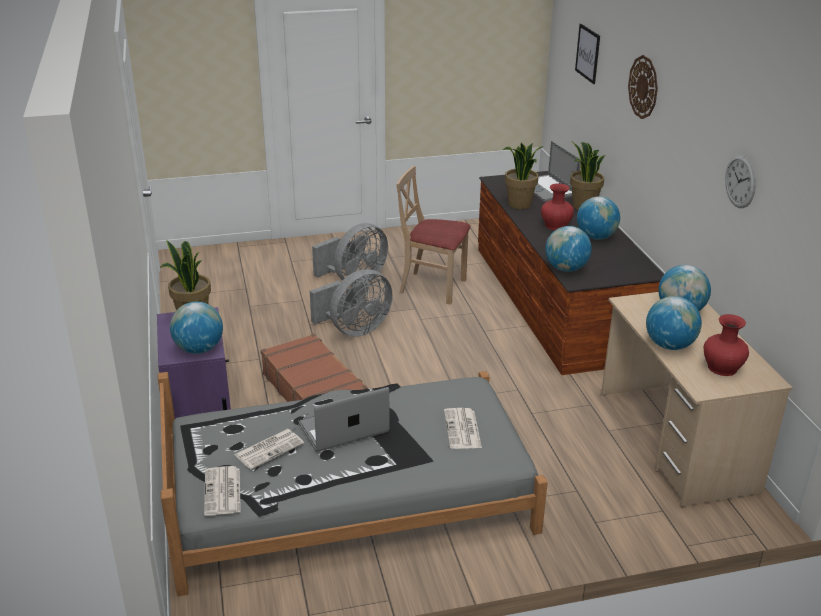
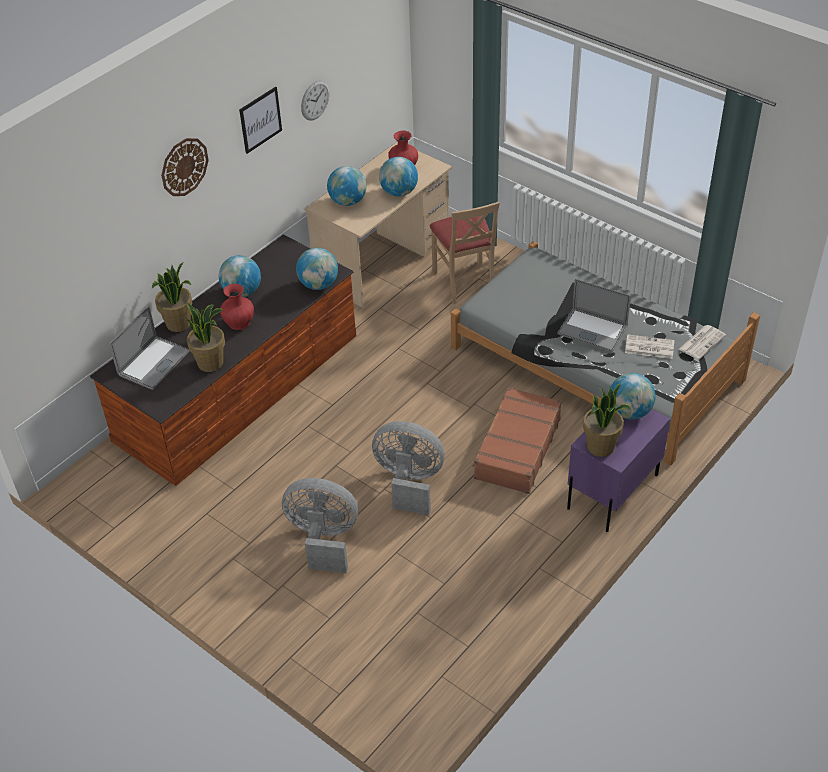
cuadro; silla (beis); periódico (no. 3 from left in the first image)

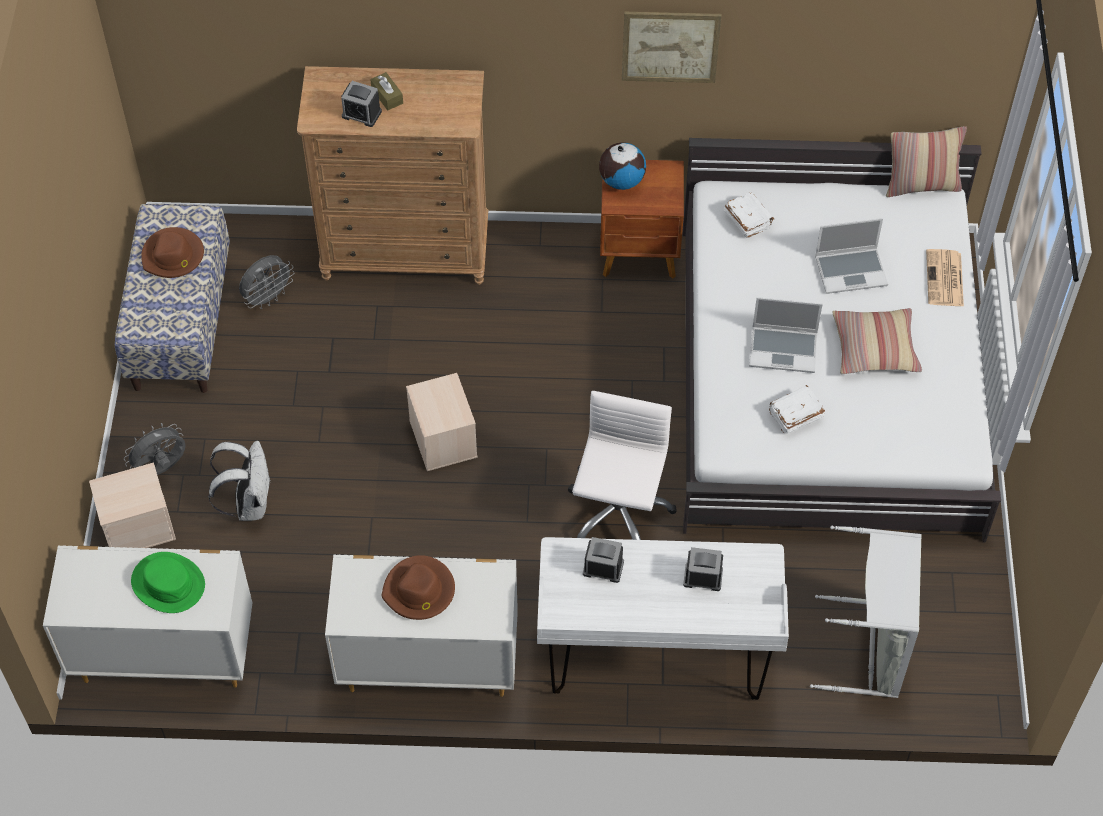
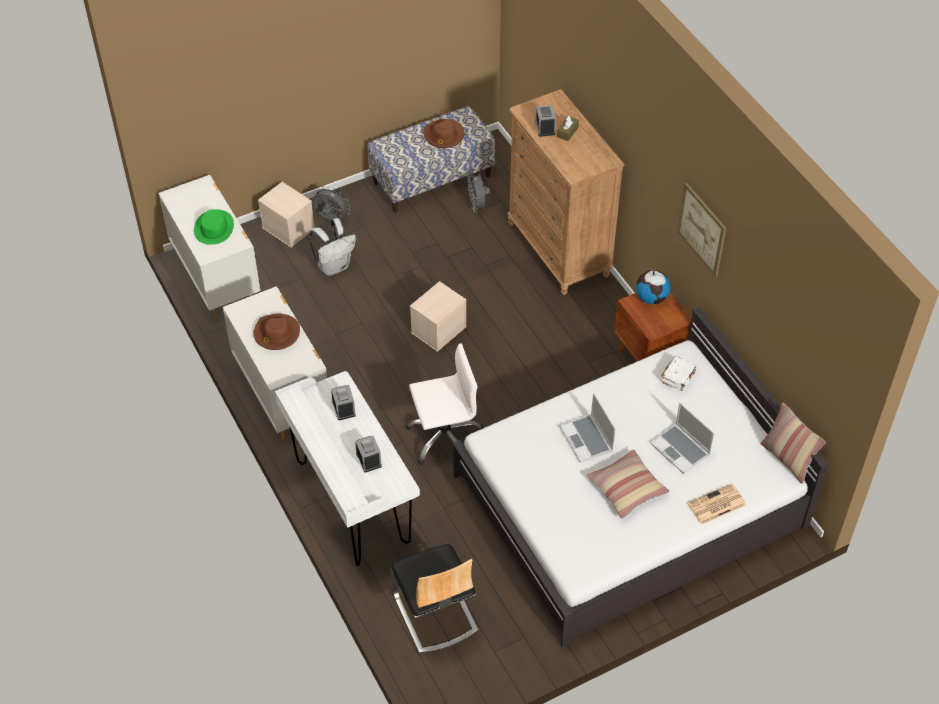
silla; ventilador (gris) (no. 2 from left); libro (blanco) (no. 2 from left in the first image)

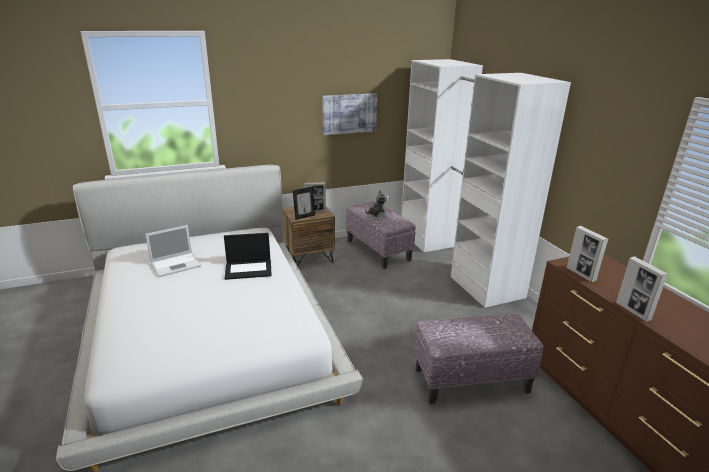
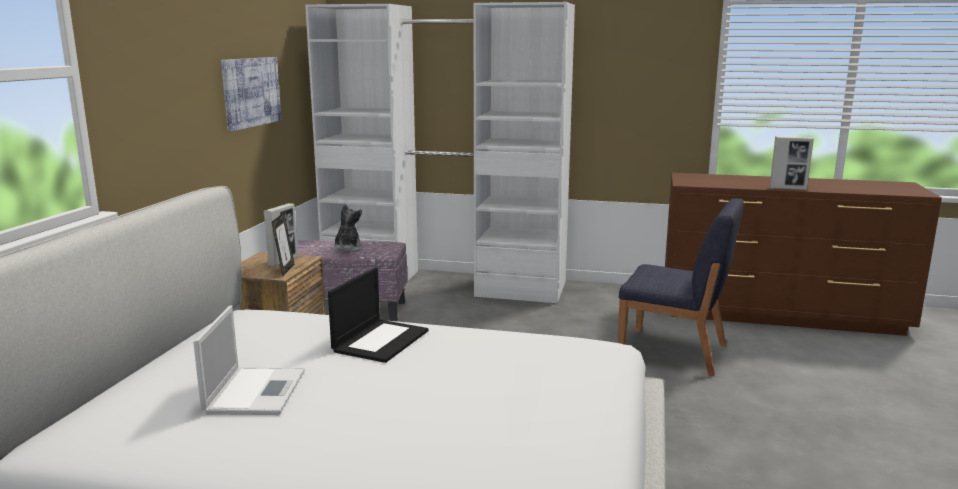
silla (azul); portarretratos (no. 3 from left in the first image)

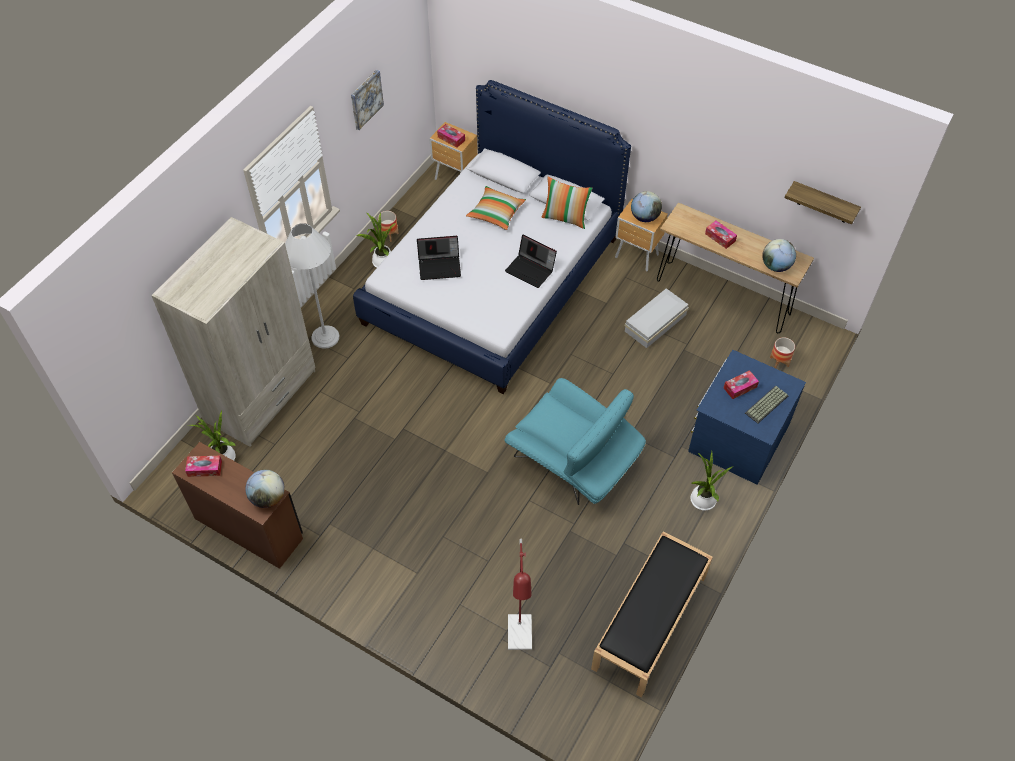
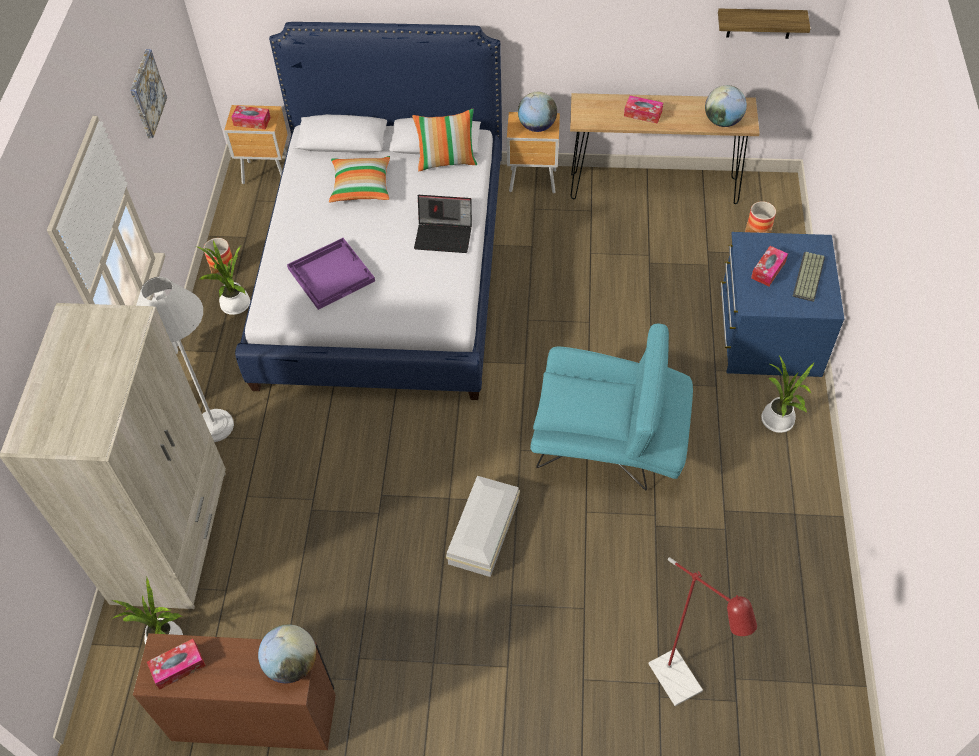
bandeja (morado); caja de almacenaje (blanco); banco (negro)

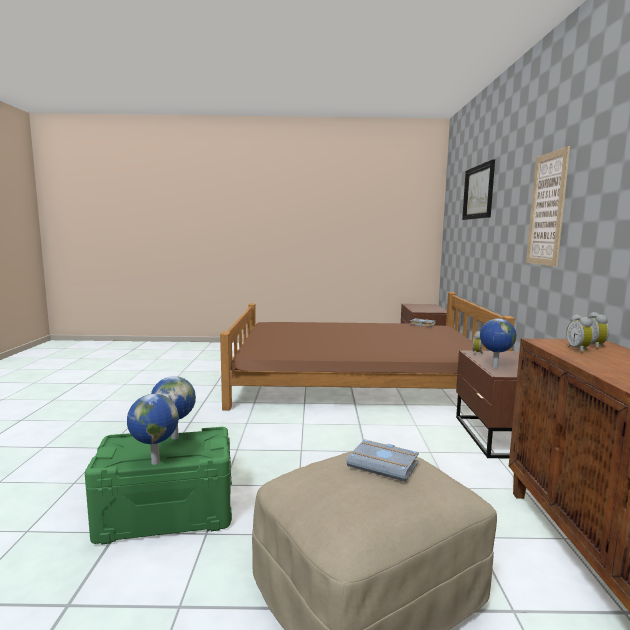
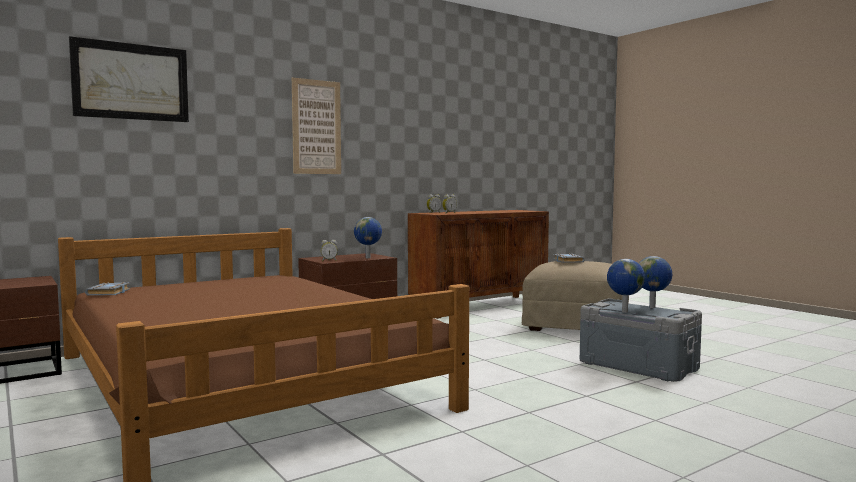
caja de almacenaje (gris)

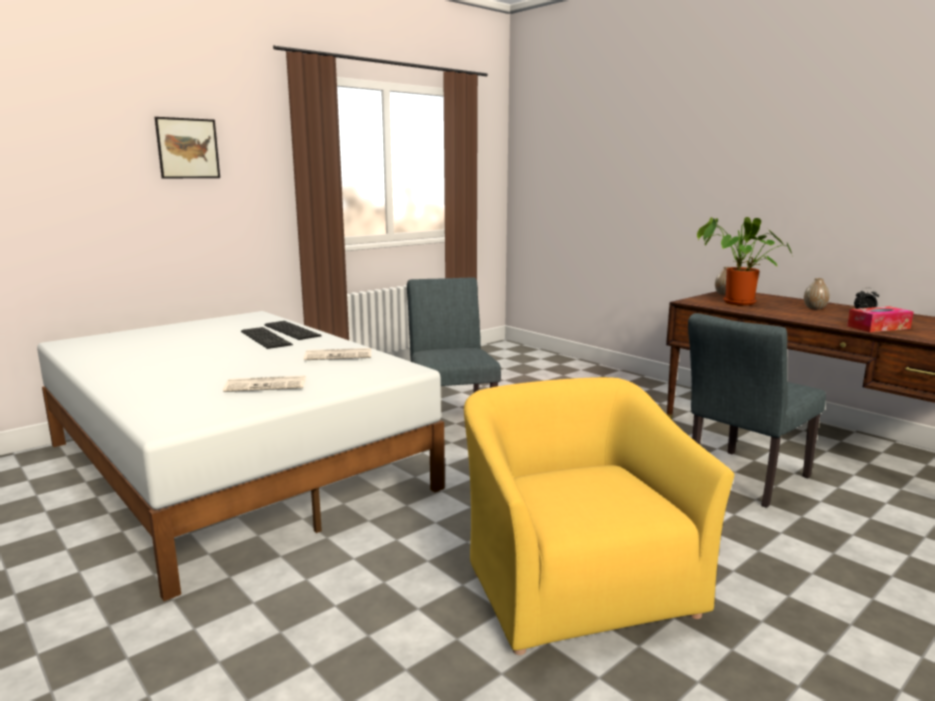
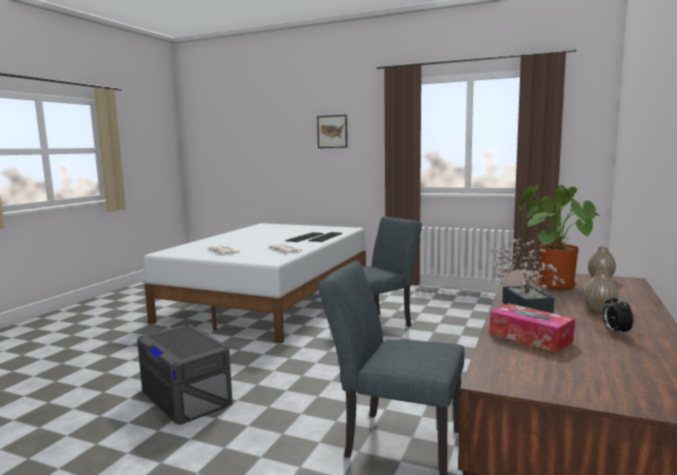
caja de almacenaje (gris); planta en maceta (no. 1 from left)

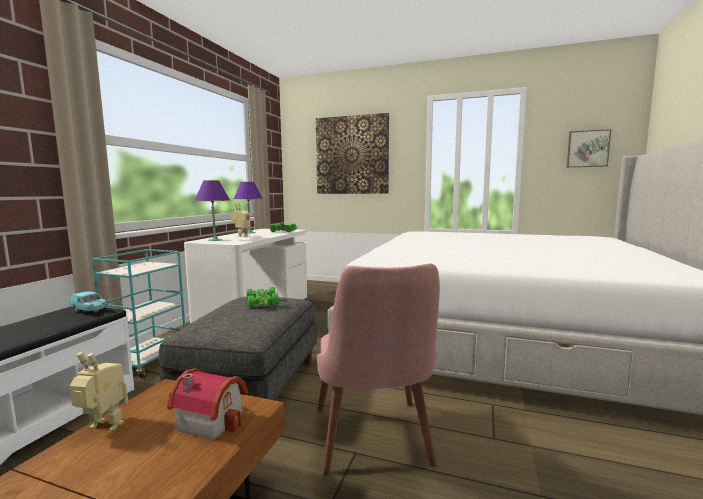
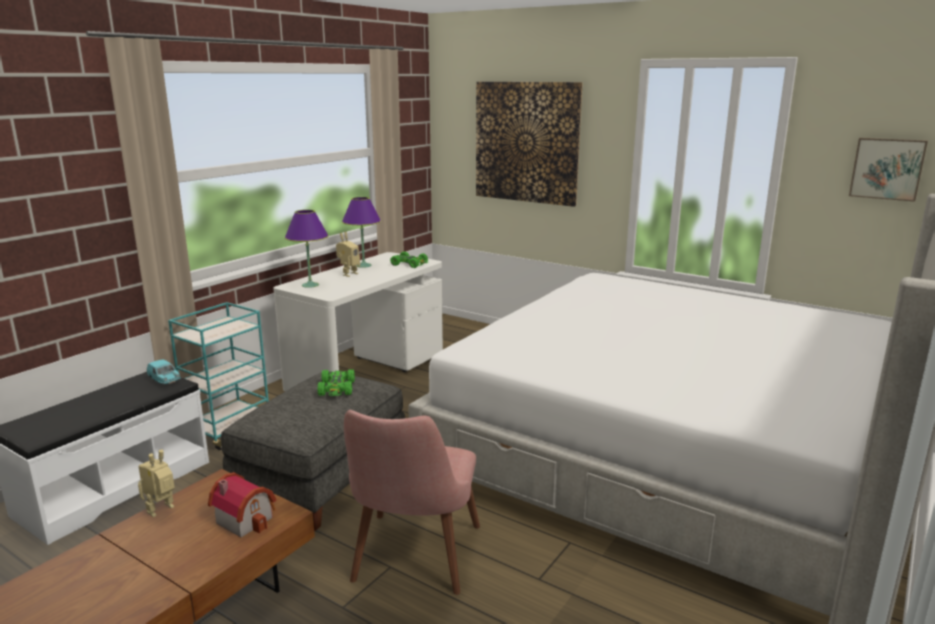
robot de juguete (no. 1 from left)

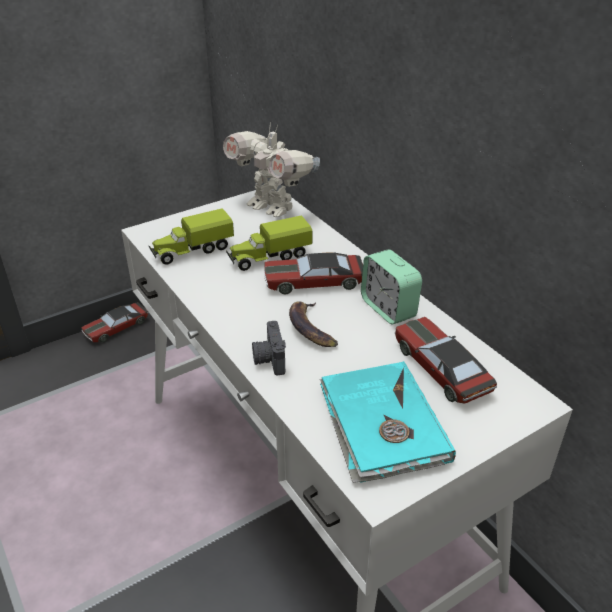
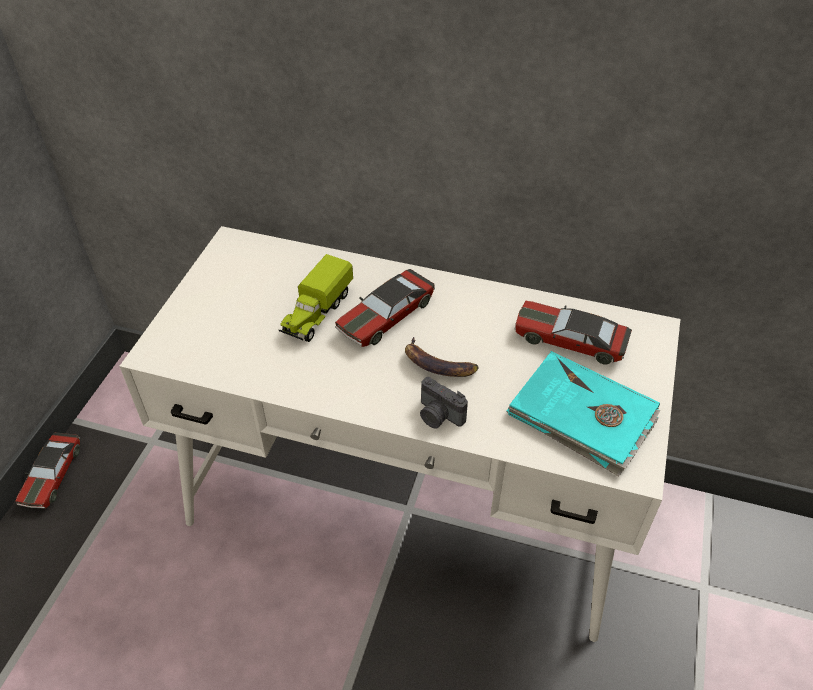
camión de juguete (no. 1 from left in the first image); robot de juguete; despertador

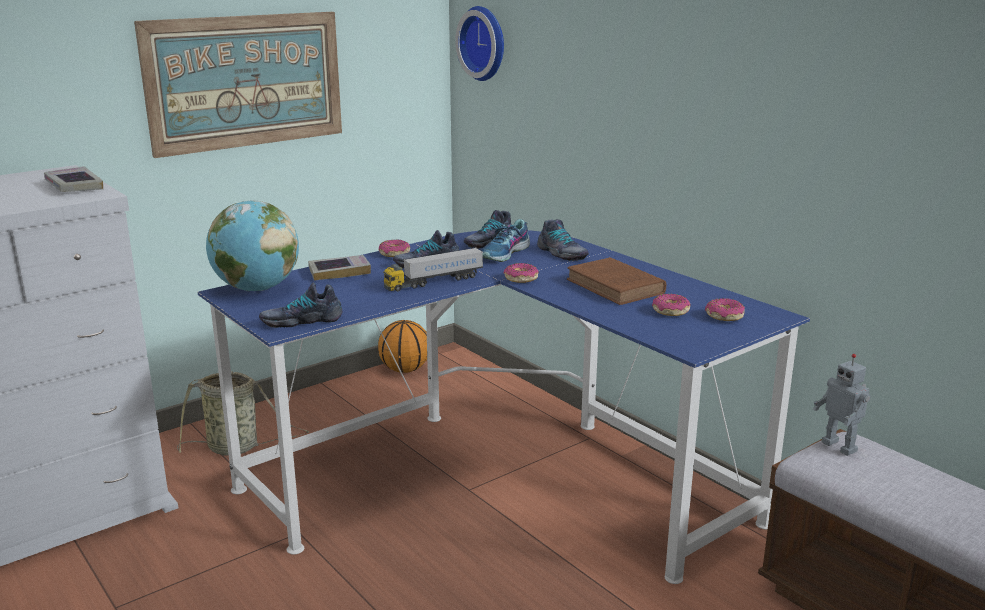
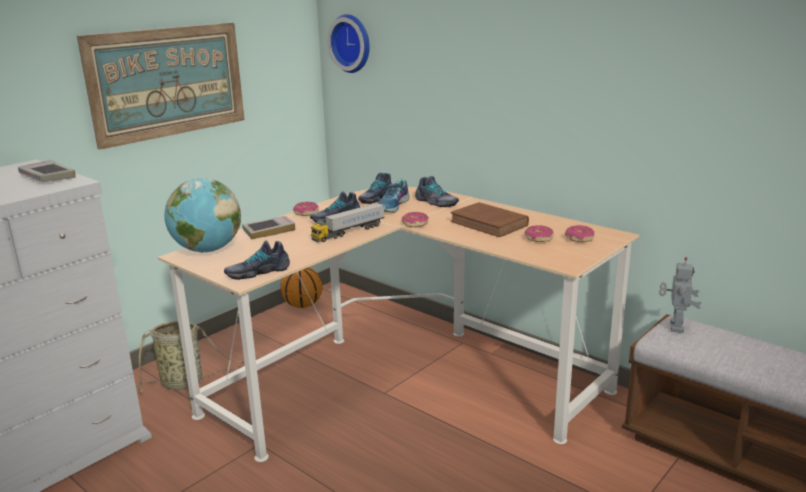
escritorio (beis); robot de juguete

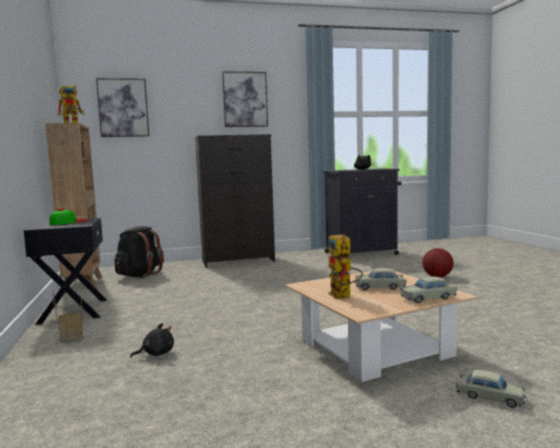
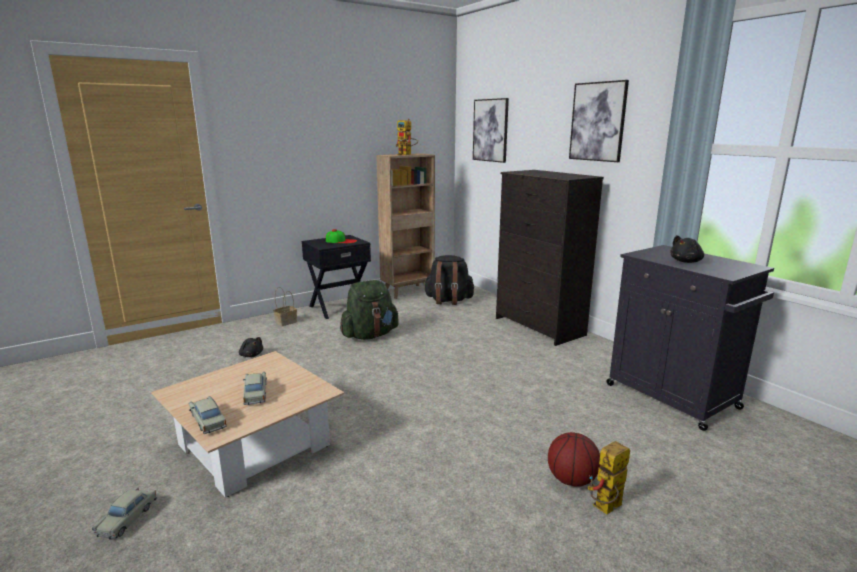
mochila (verde); robot de juguete (no. 2 from left)

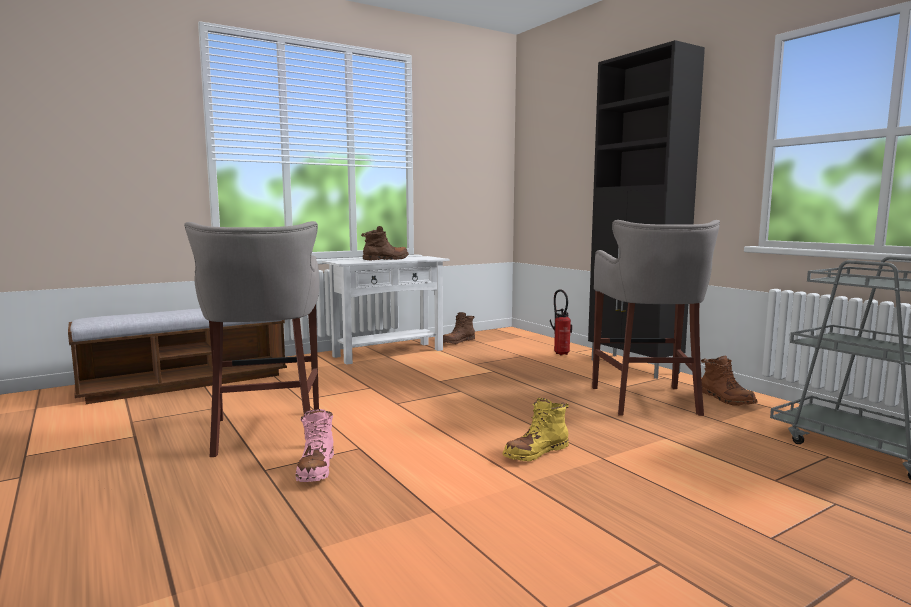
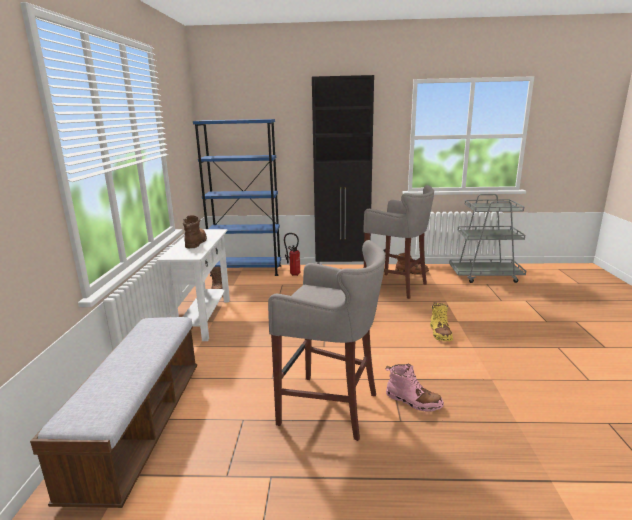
estantería (azul)

